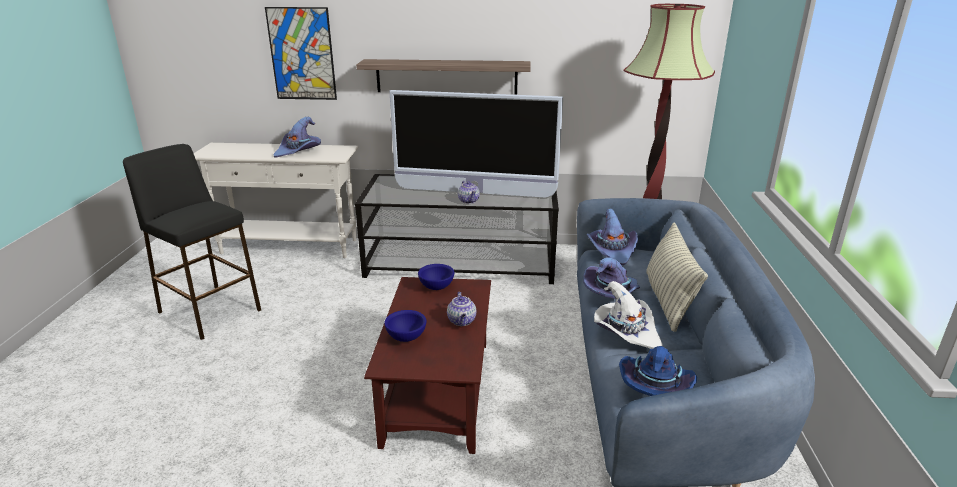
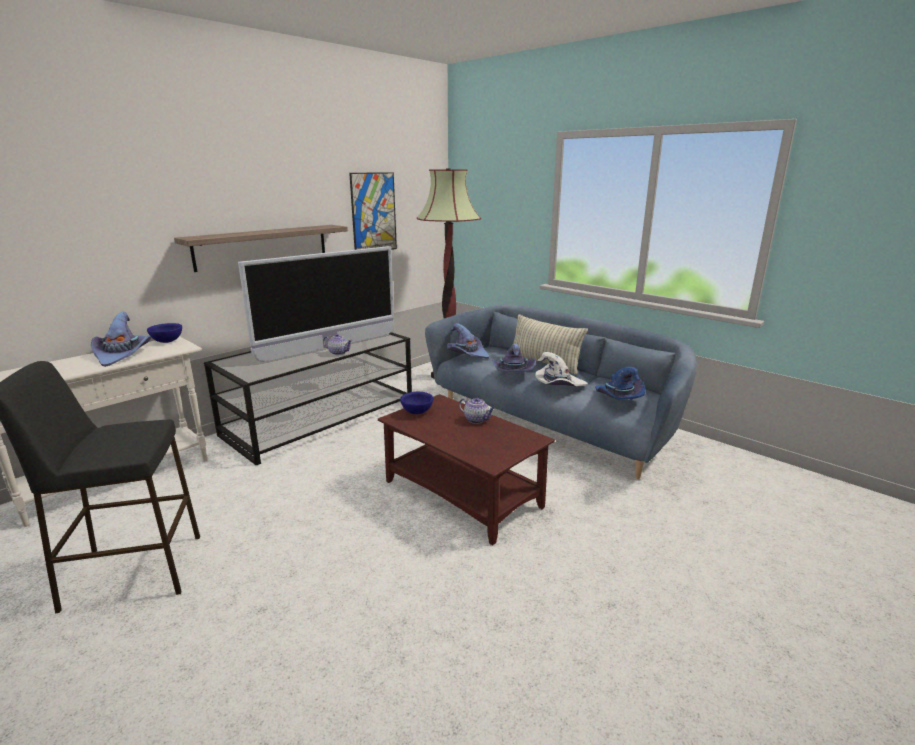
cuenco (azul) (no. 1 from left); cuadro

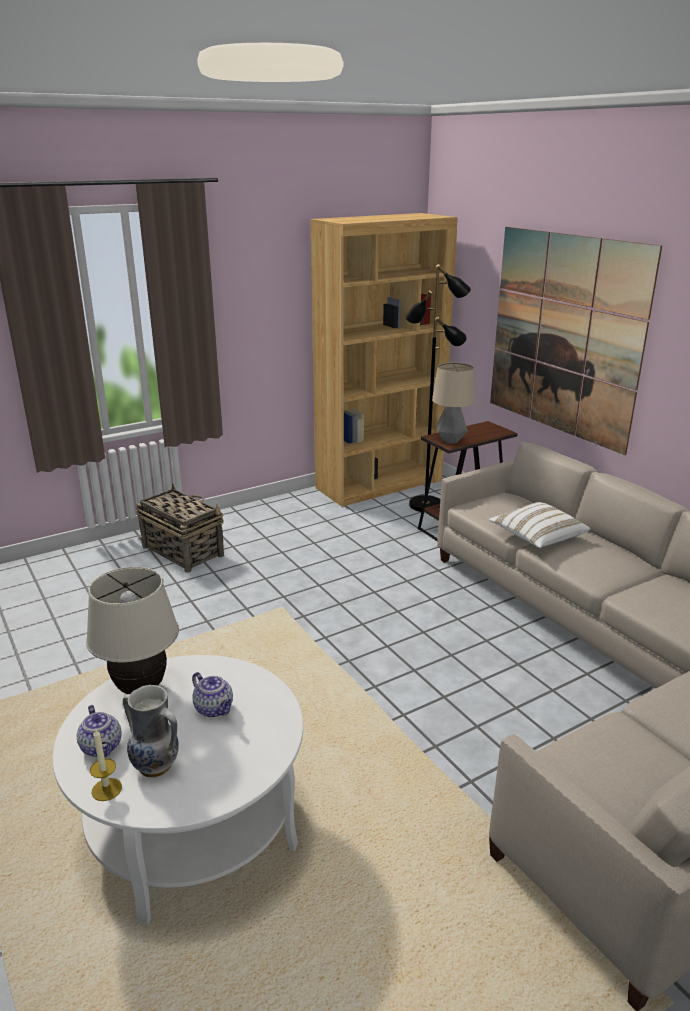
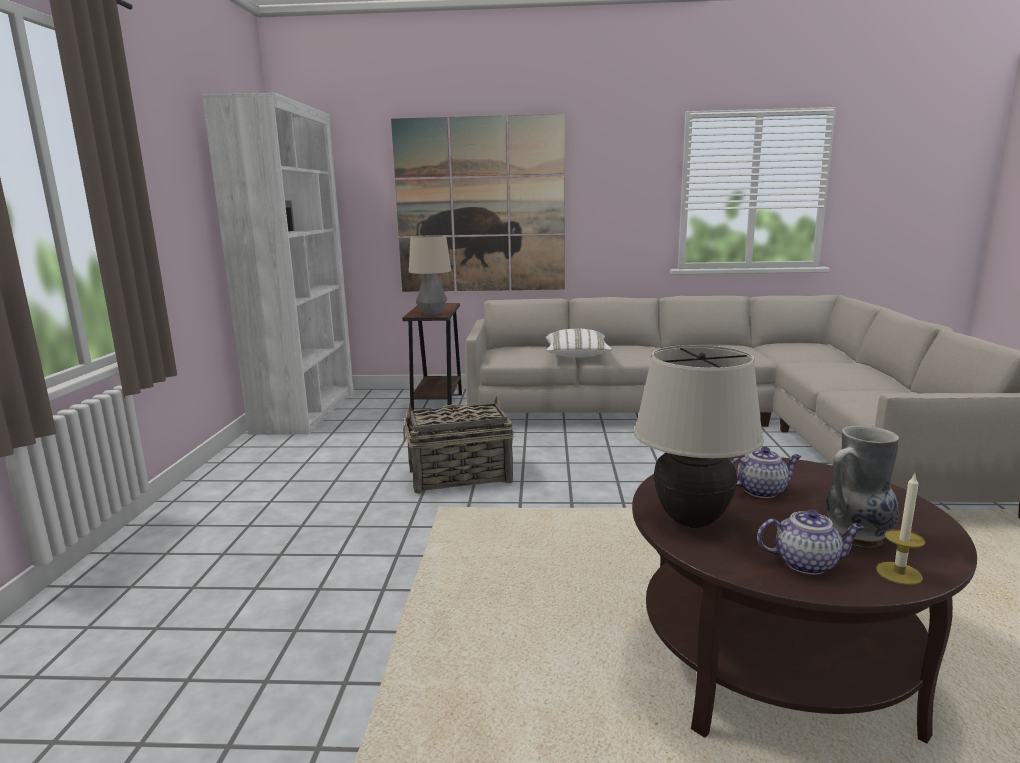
estantería (blanco); cesta; mesa de centro (marrón); lámpara de pie (negro)

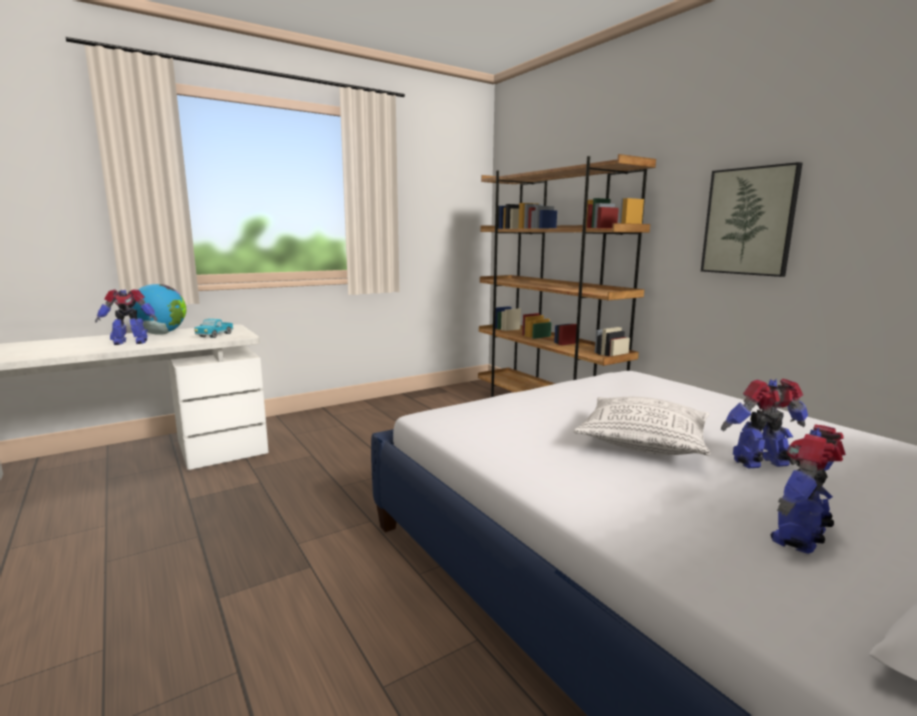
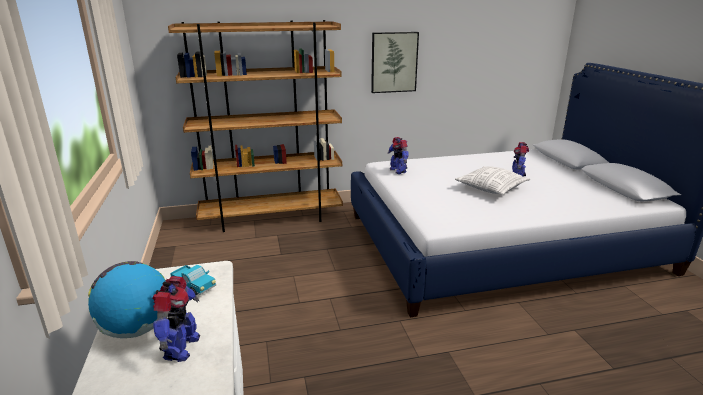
robot de juguete (no. 2 from left)

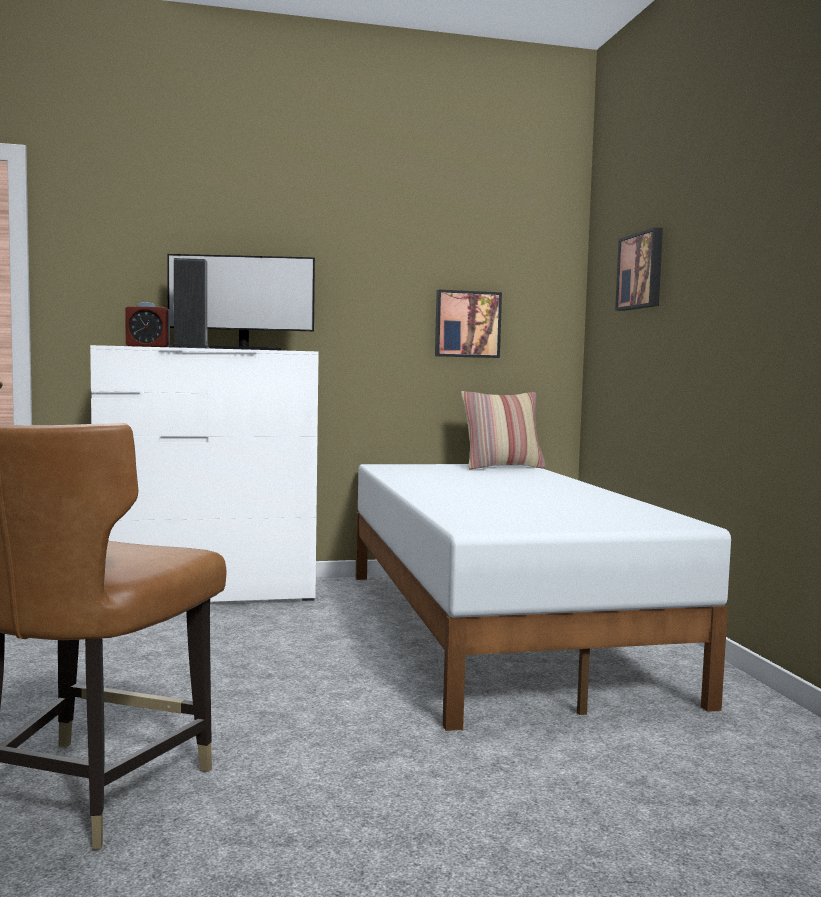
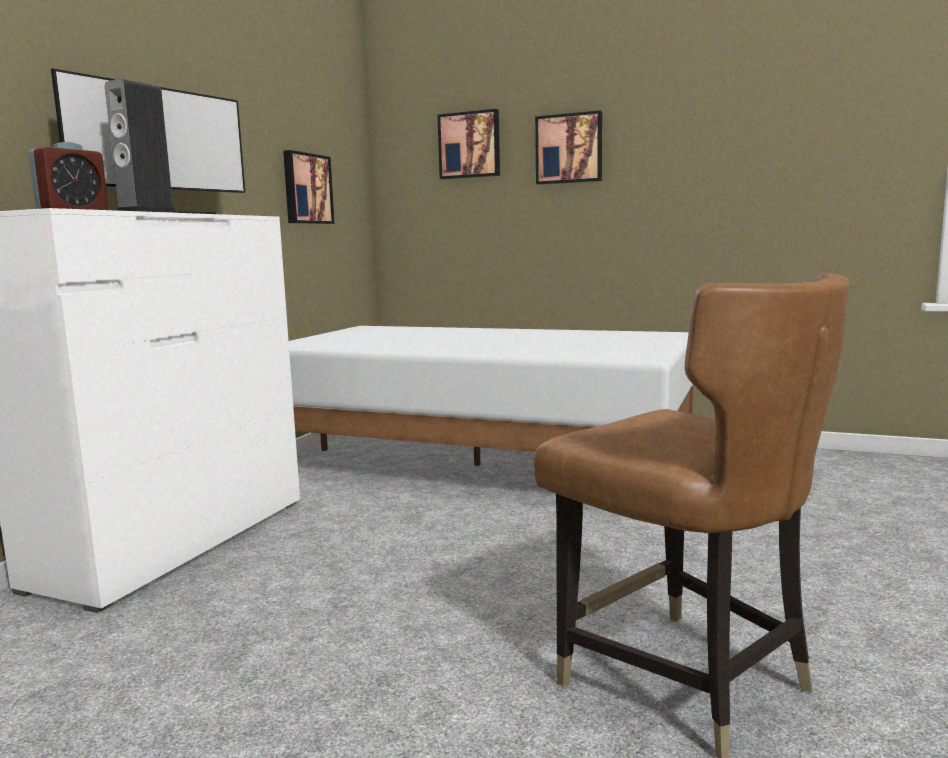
cuadro (no. 3 from left); cojín

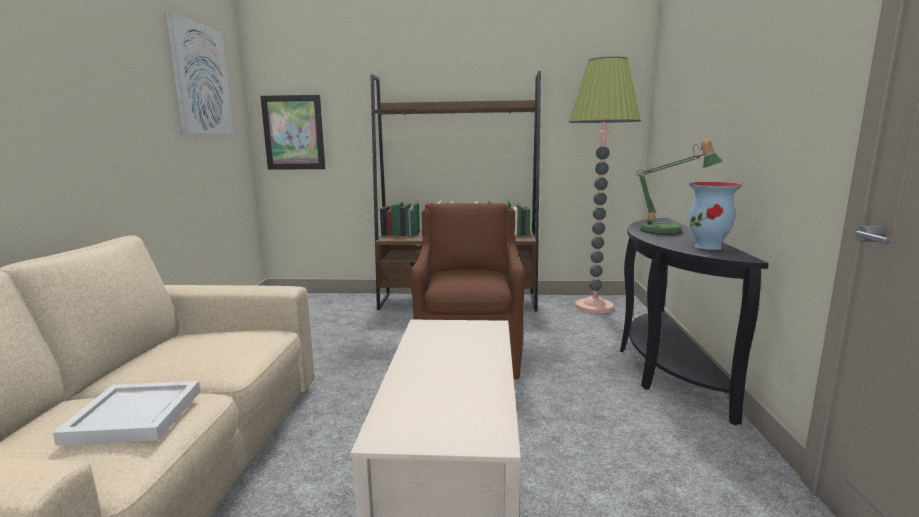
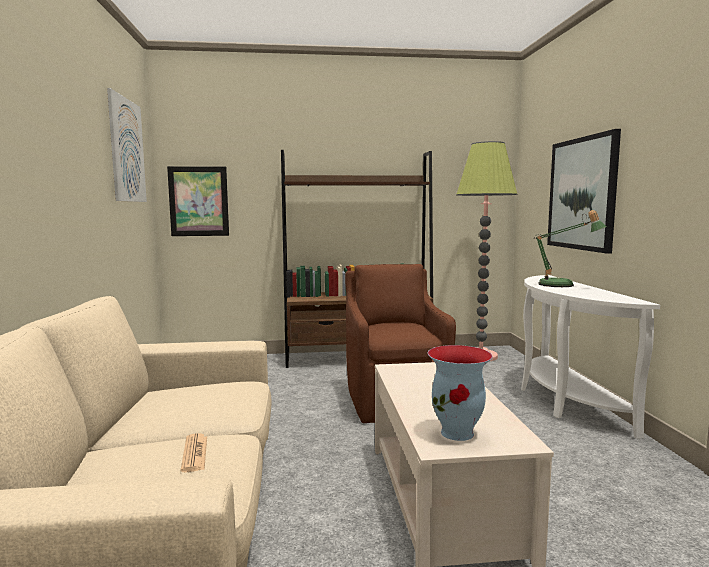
periódico; florero; mesa consola (blanco); cuadro (no. 3 from left)

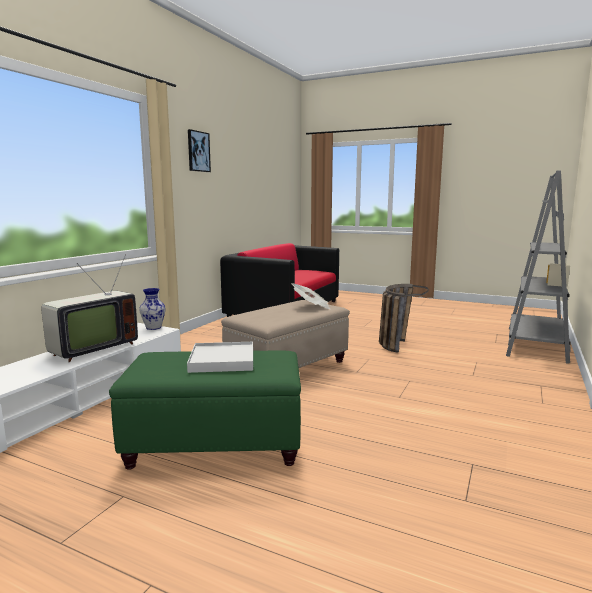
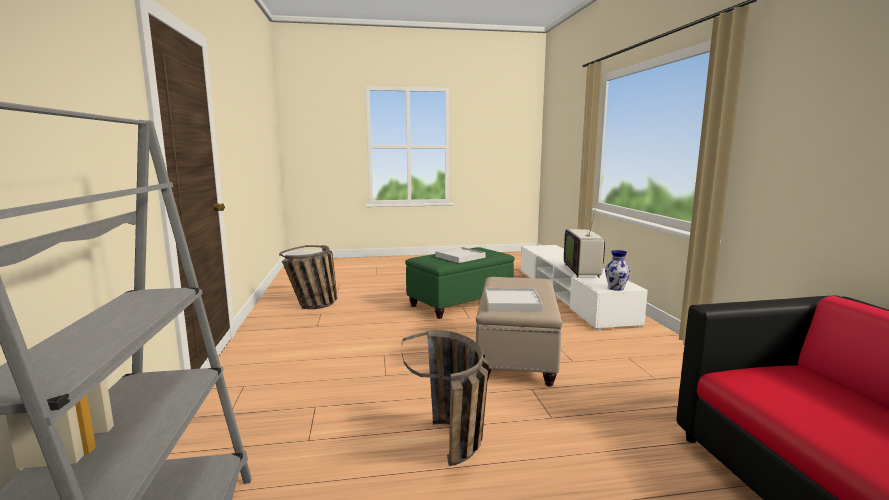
cesta (no. 1 from left); bandeja (blanco) (no. 2 from left); cuadro

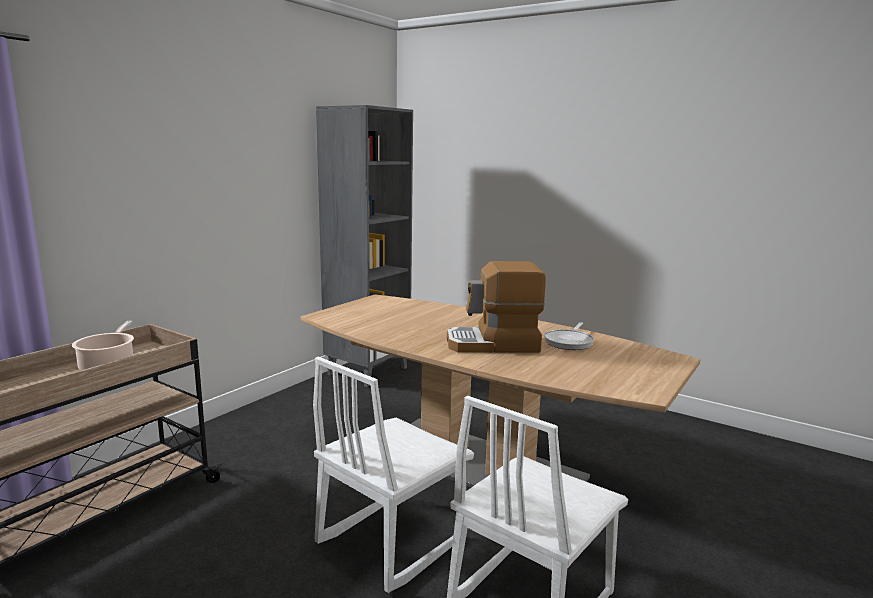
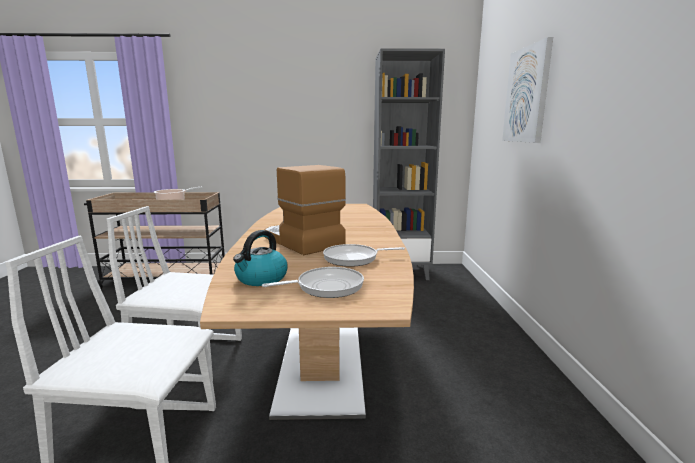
hervidor; sartén (no. 1 from left); cuadro

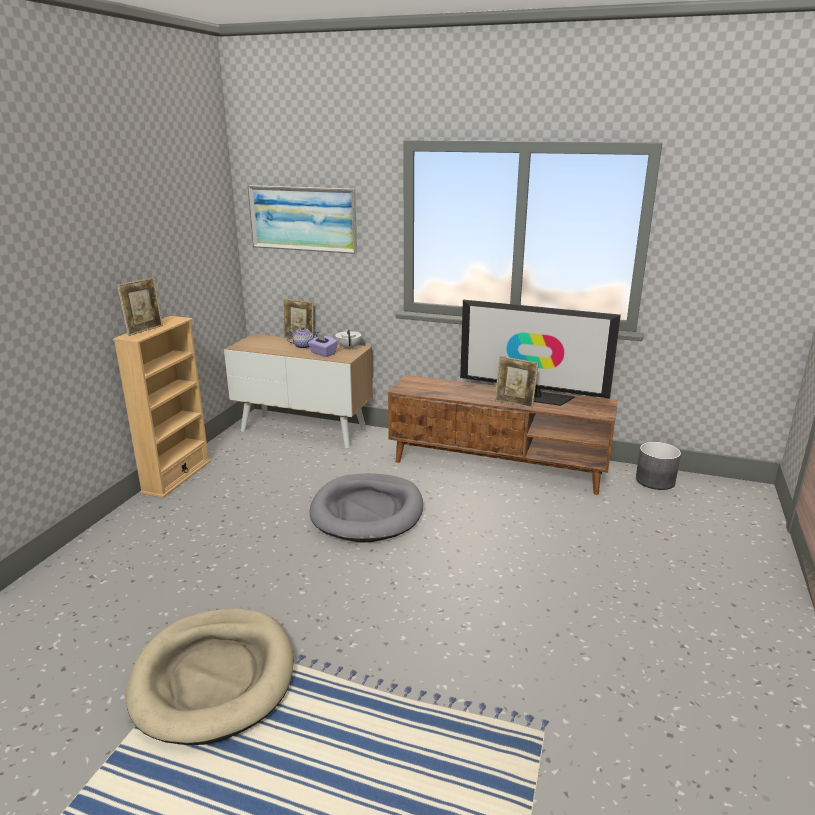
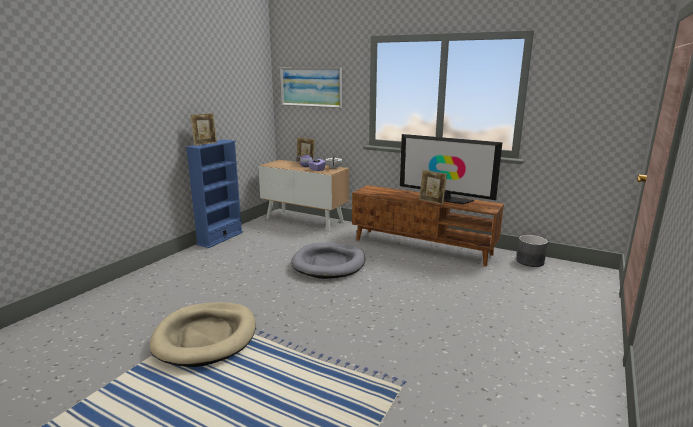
estantería (azul)

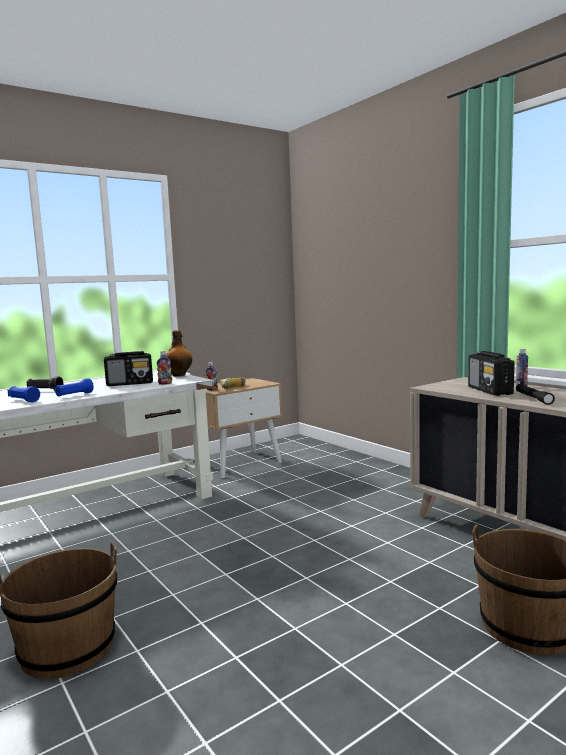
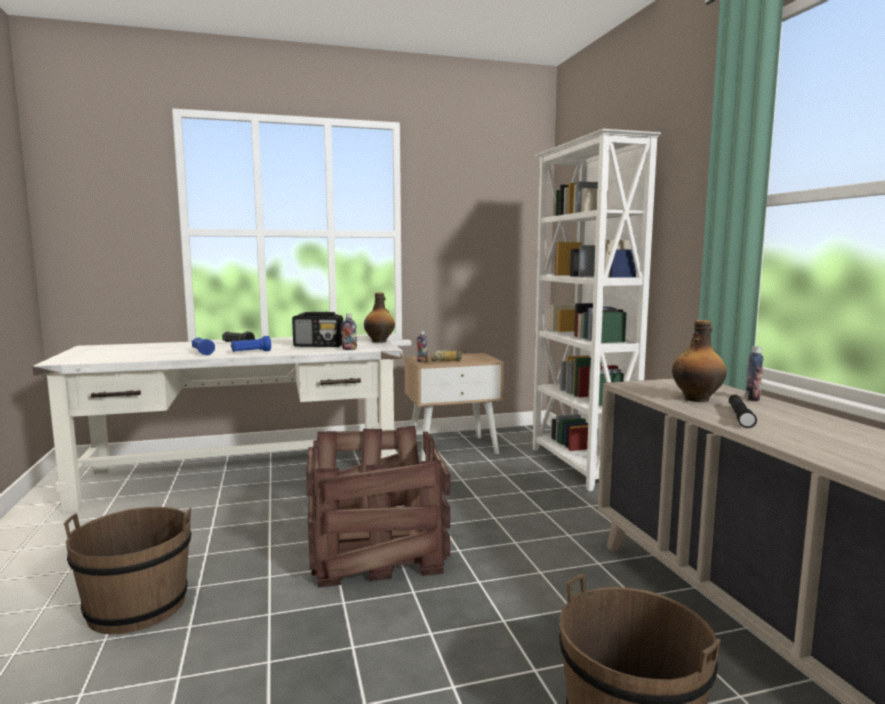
caja de embalaje; estantería (blanco); botella (no. 4 from left)

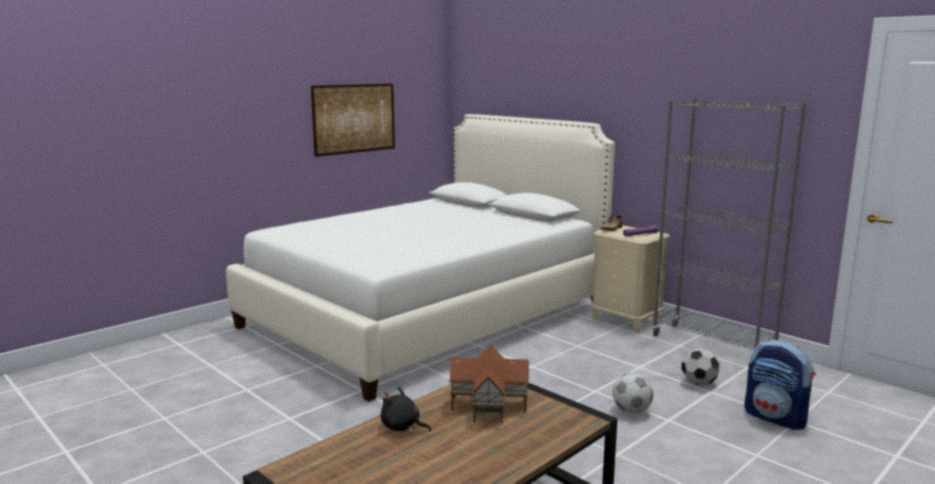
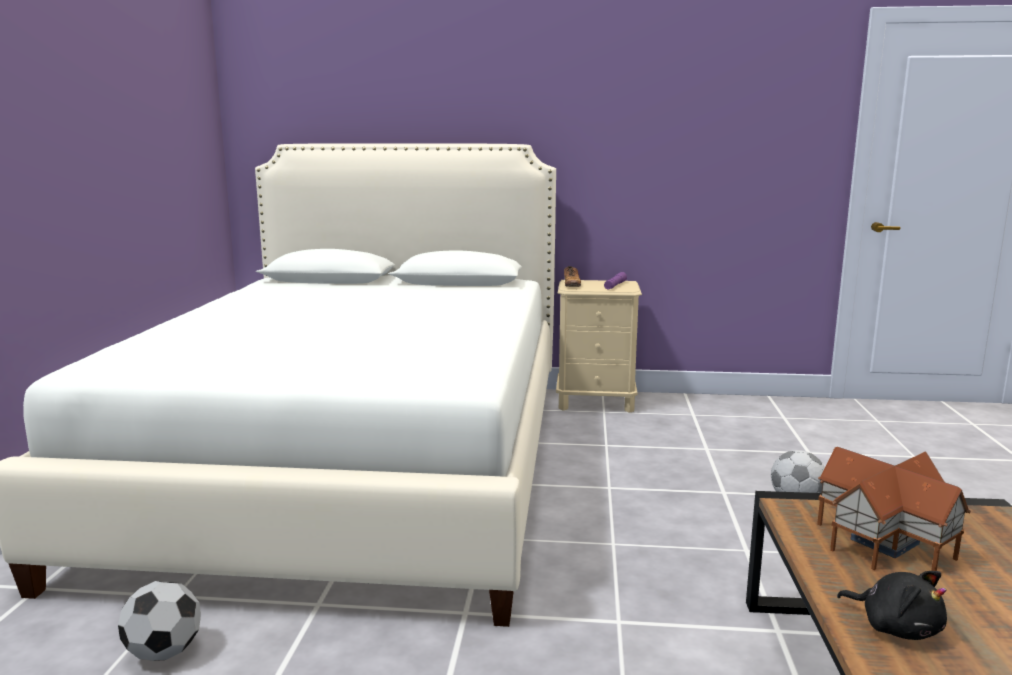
balón de fútbol (no. 1 from left); peluche (negro); cuadro; estantería (gris); mochila

